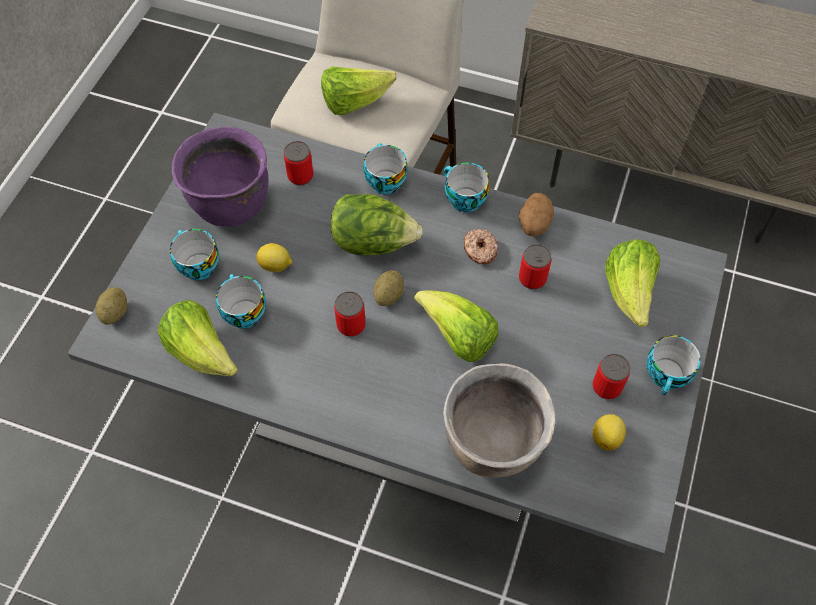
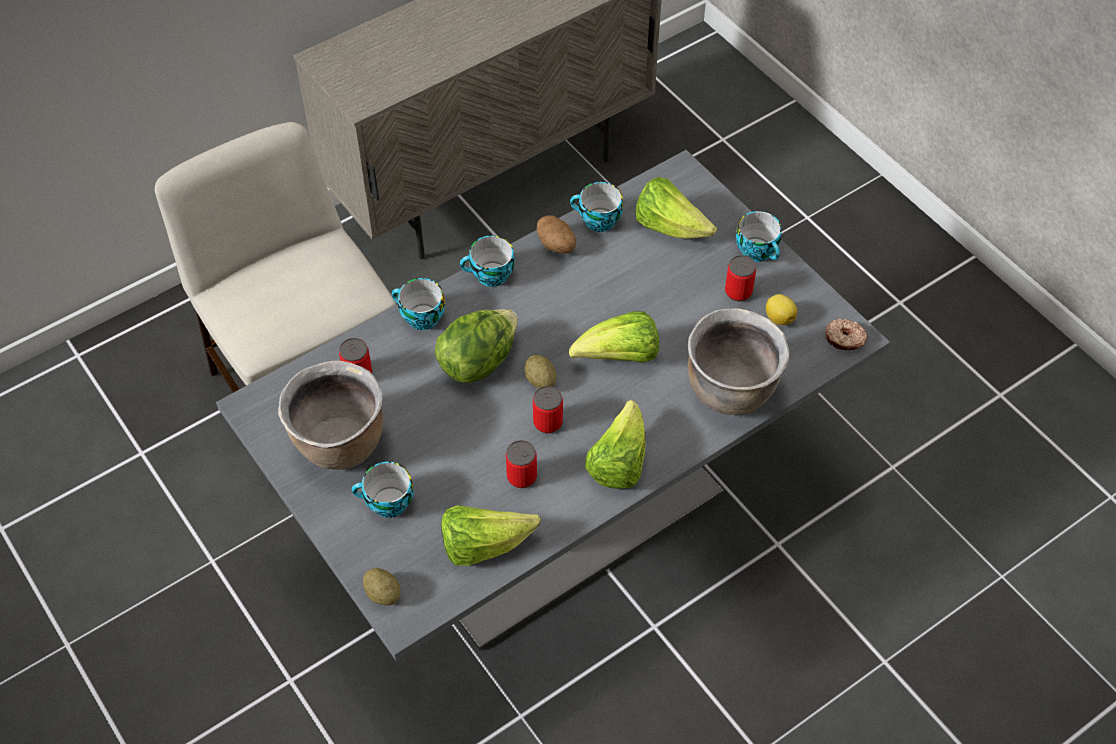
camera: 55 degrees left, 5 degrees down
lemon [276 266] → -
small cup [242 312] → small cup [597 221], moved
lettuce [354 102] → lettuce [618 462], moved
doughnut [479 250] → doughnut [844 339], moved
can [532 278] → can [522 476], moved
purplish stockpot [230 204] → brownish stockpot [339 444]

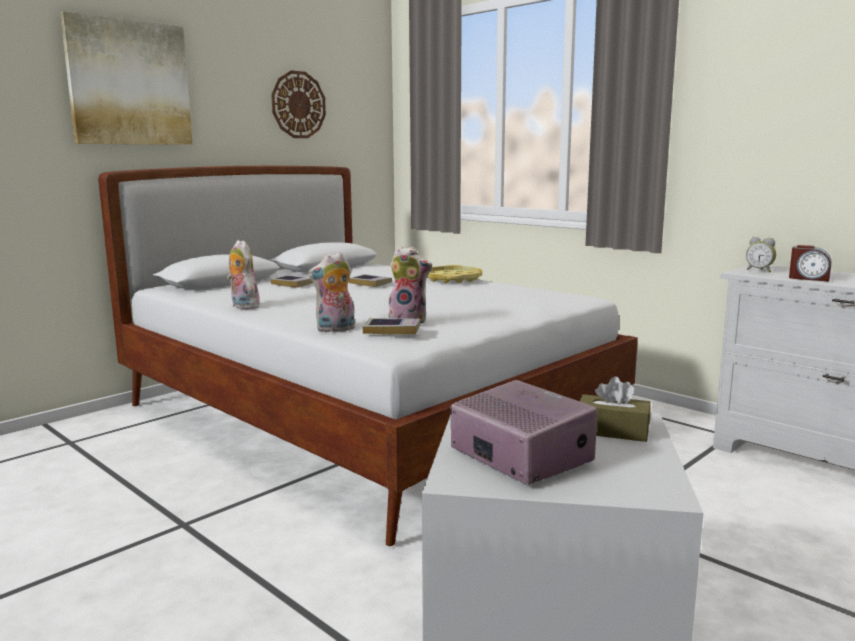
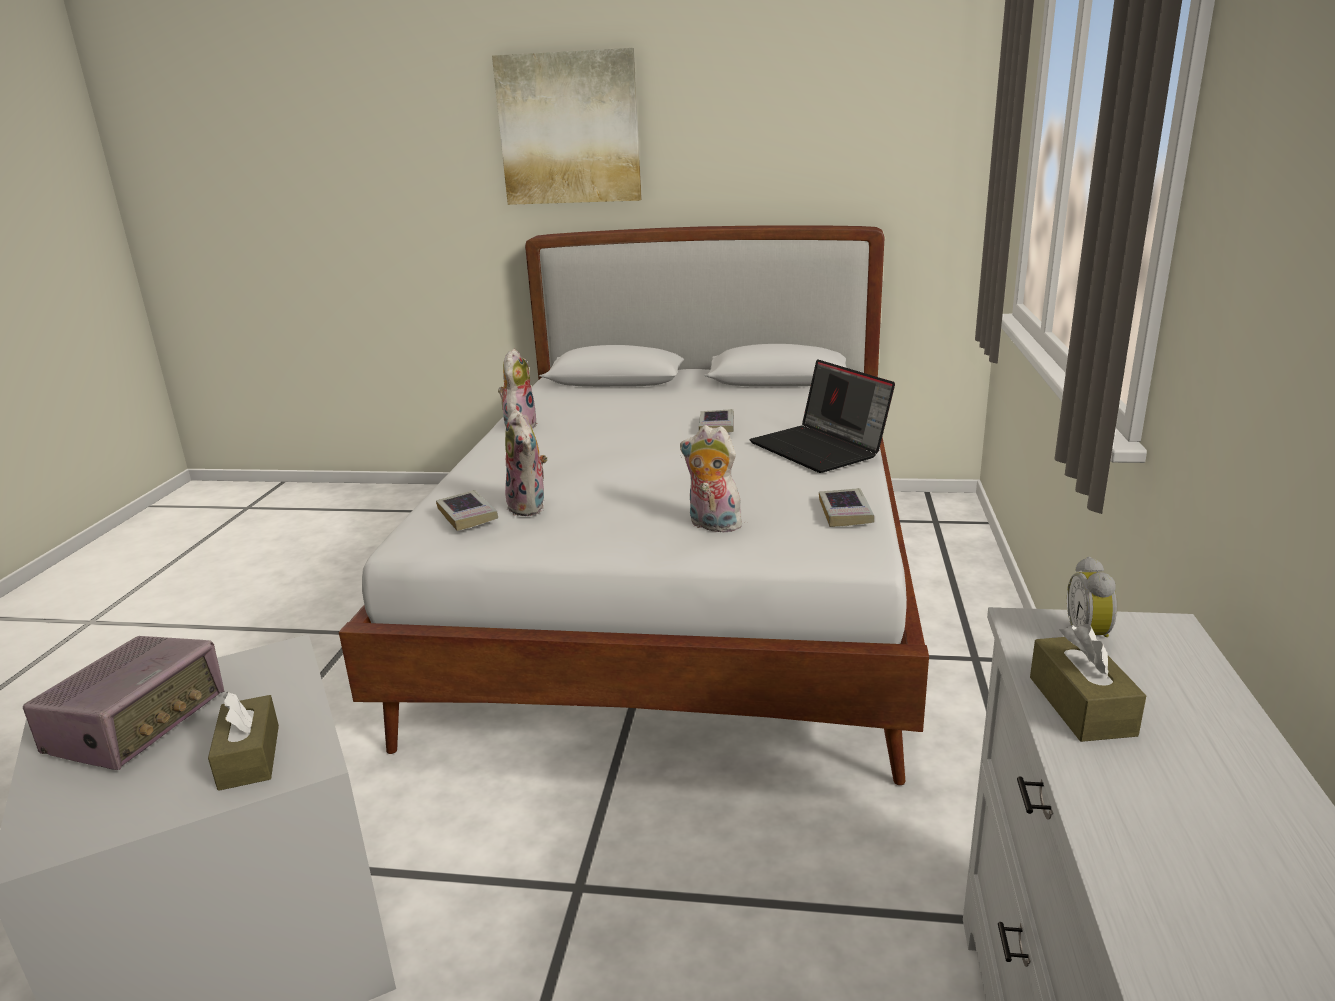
camera: 55 degrees right, 10 degrees up
clock on the wall [298 105] → -
book [293 284] → book [845 513], moved
plush toy [335 329] → plush toy [712 525], moved
yellowish serving tray [452 279] → notebook computer [821 449]
alarm clock [809 278] → brownish tissue holder [1081 706]

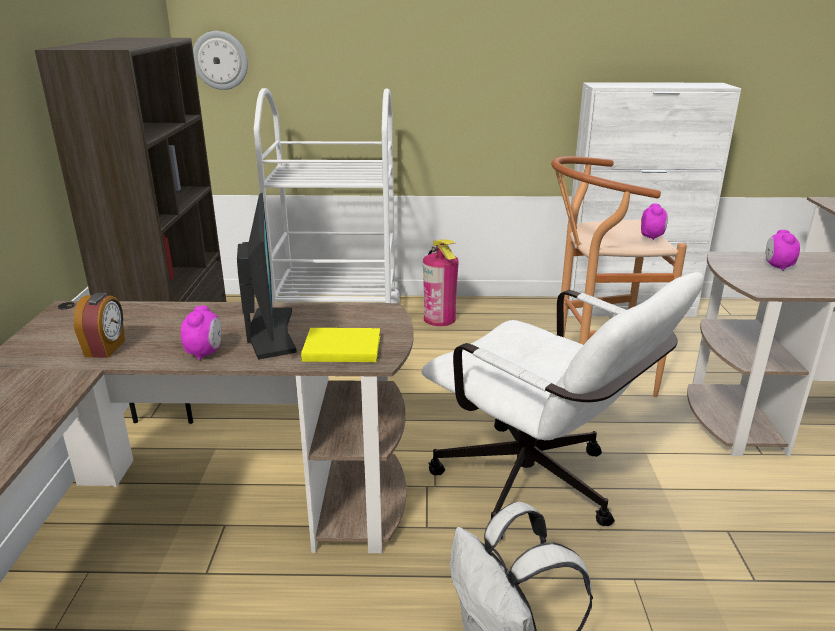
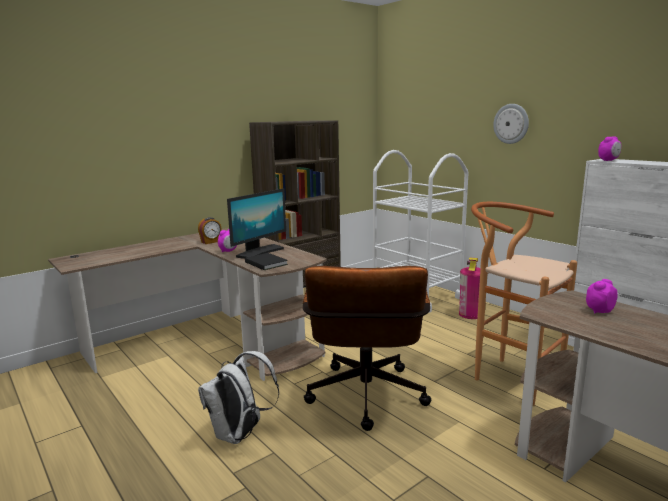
camera: 50 degrees right, 10 degrees down
clock on the wall [220 60] → clock on the wall [511 123], moved
alarm clock [652 237] → alarm clock [608 160], moved
yellowish book [340 348] → black-coloured book [266 263]
whitish office chair [539 490] → brownish office chair [365 401]

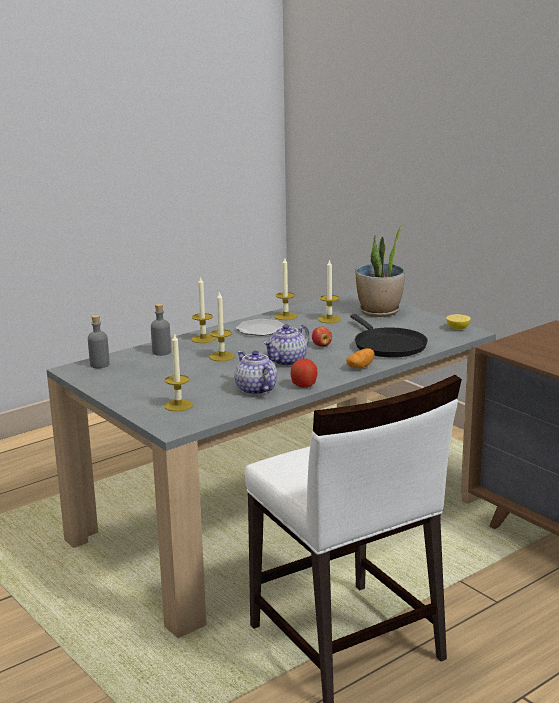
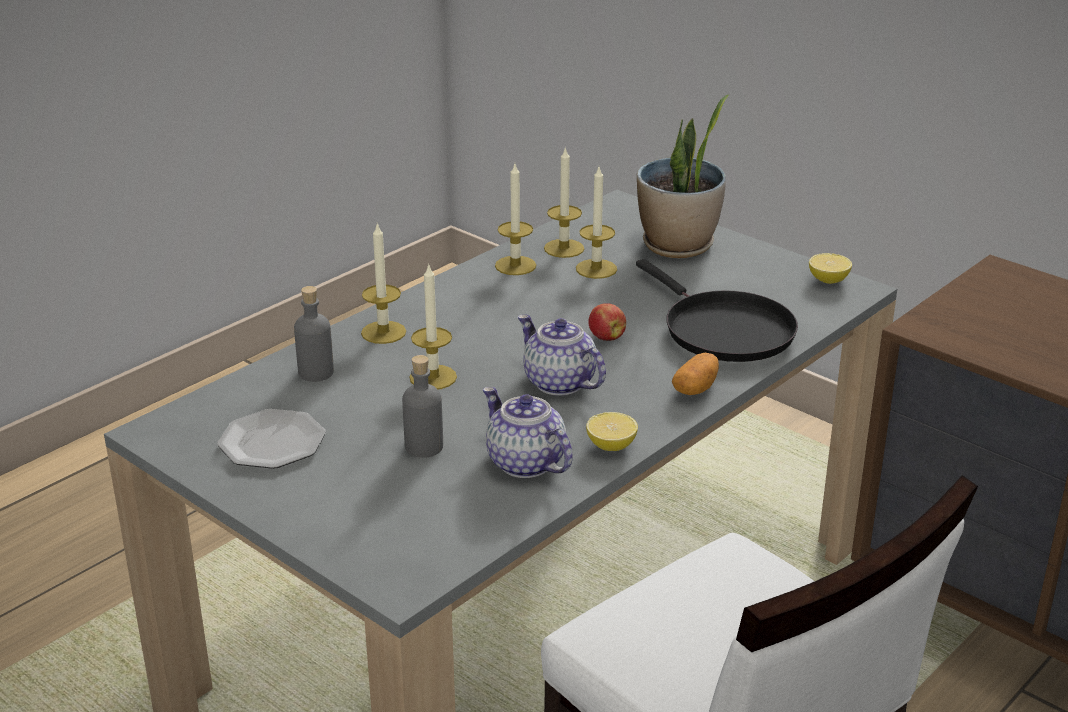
camera: 10 degrees left, 10 degrees up
gray bottle [99 365] → gray bottle [424 447], moved
wax light [178 405] → wax light [564 248], moved
dinner plate [261 330] → dinner plate [272 443], moved
apple fruit [304 386] → lemon [611 446]
tea pot [287 361] → tea pot [558 383], 105 degrees clockwise

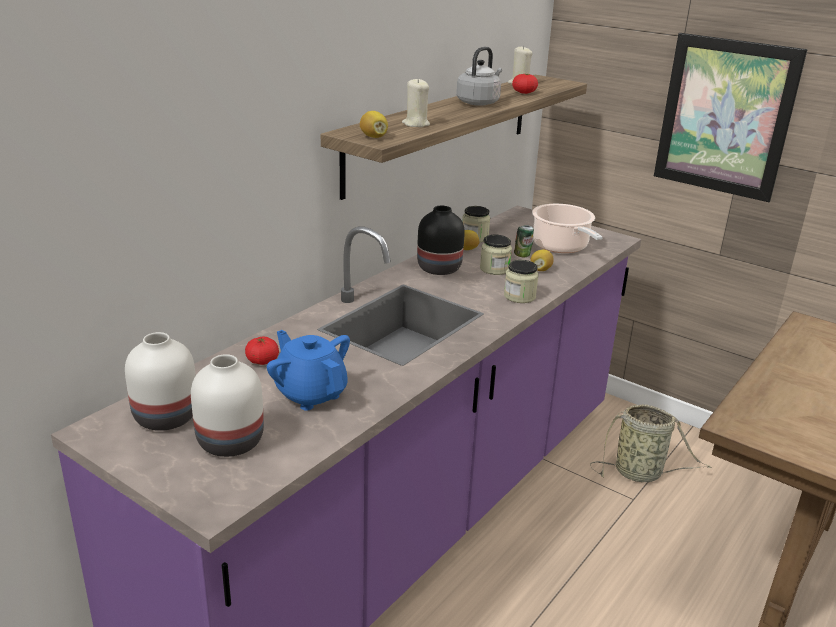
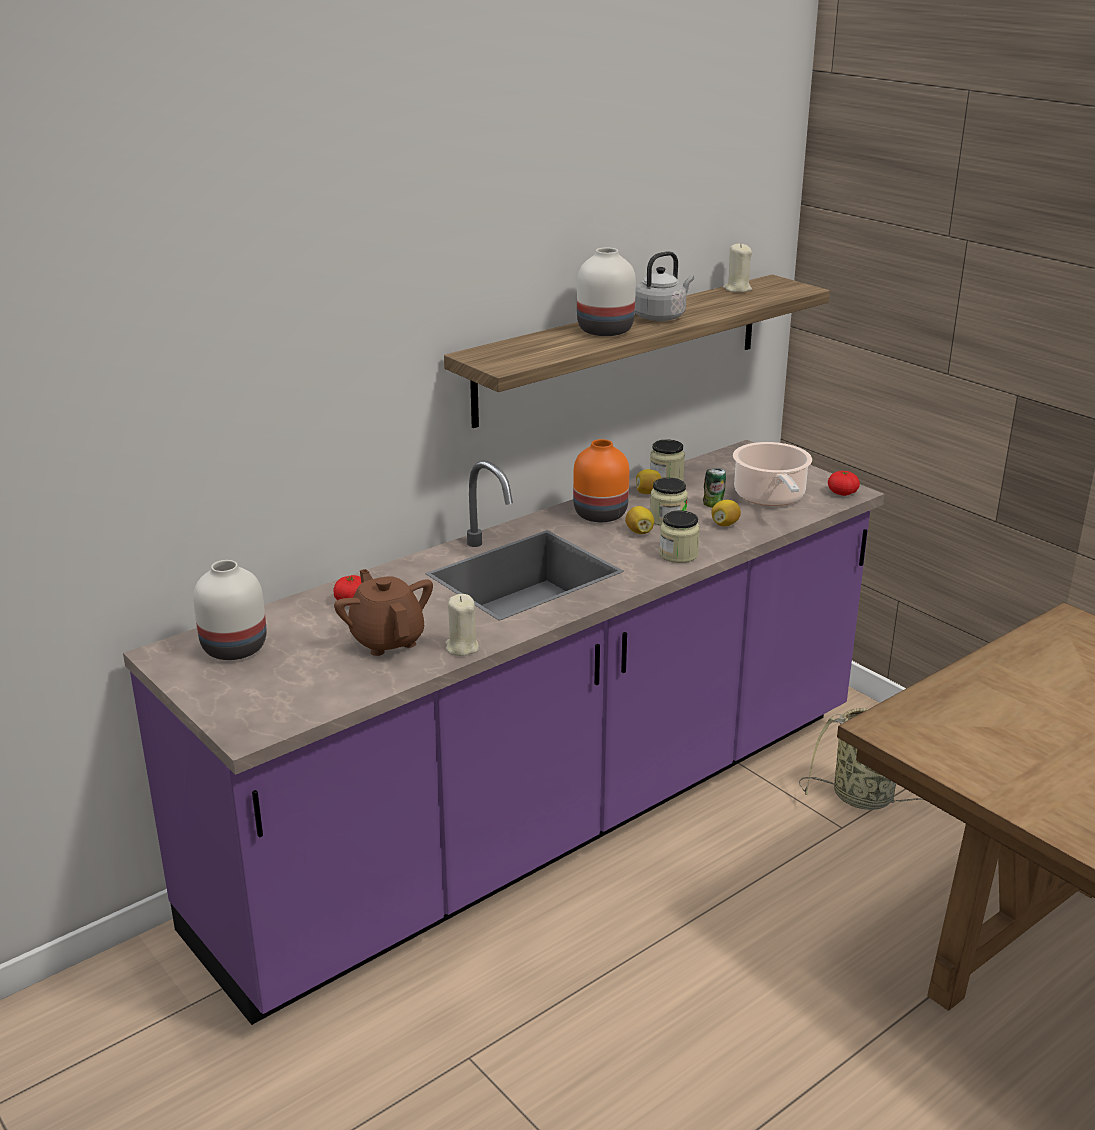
camera: 15 degrees right, 0 degrees up
picture [725 117] → -
whitish decorative vase [232 442] → whitish decorative vase [607 330], moved
lemon [374 137] → lemon [639 532], moved
sand-coloured wax light [416 124] → sand-coloured wax light [462 647], moved
whole tomato [524 93] → whole tomato [842 493], moved
blue-coloured tea pot [310 394] → brownish tea pot [387 640]
black-coloured decorative vase [439 269] → orange-coloured decorative vase [600 515]

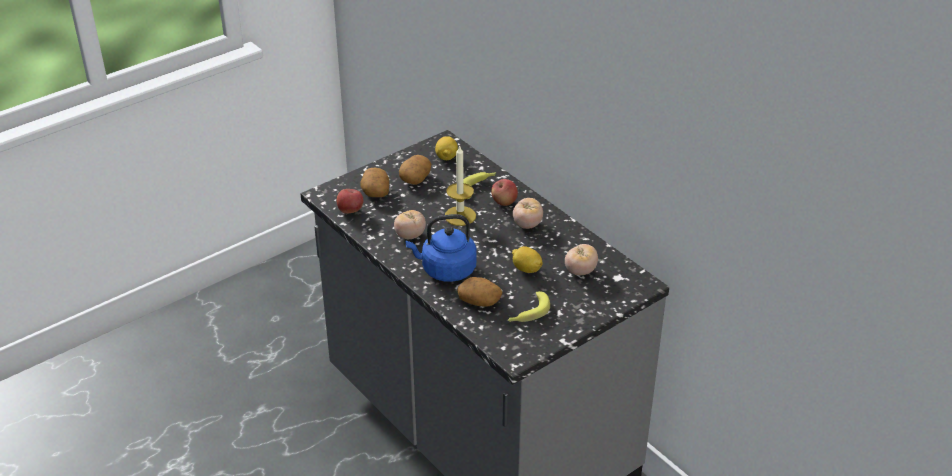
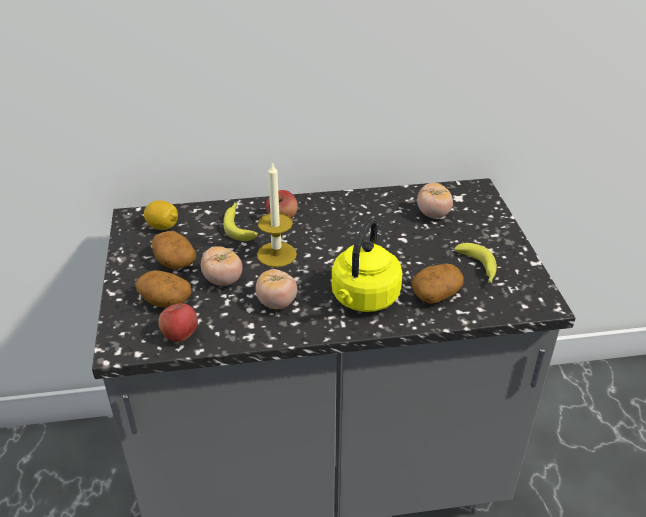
camera: 60 degrees left, 0 degrees up
lemon [526 269] → -
whole tomato [527 224] → whole tomato [223 280], moved
blue-coloured tea kettle [445 270] → yellowish tea kettle [363 299]

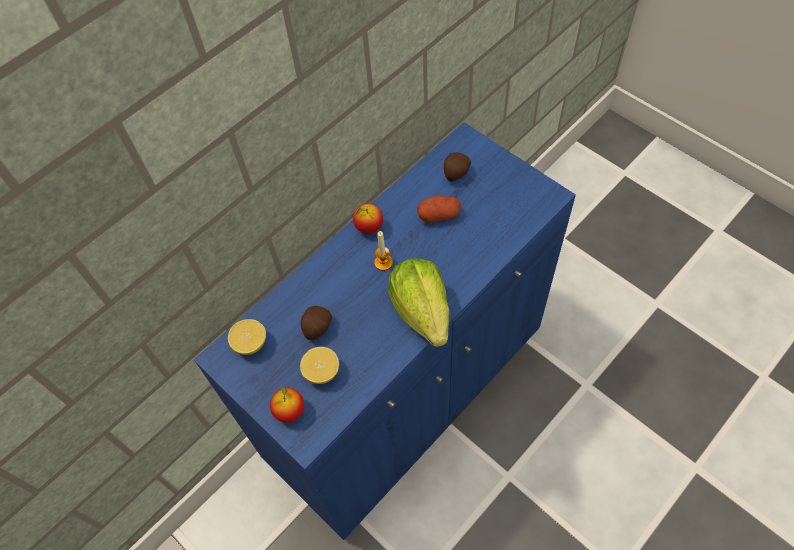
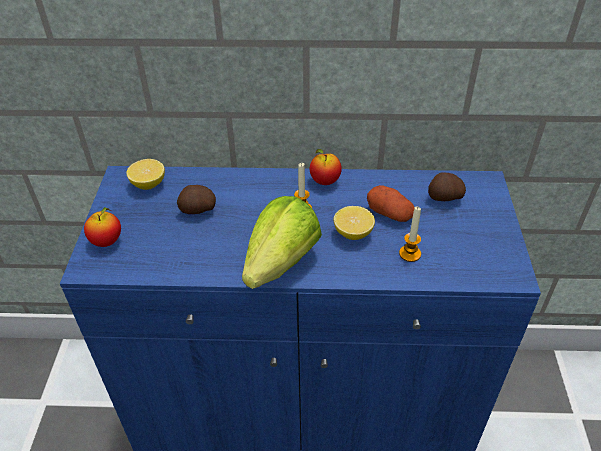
camera: 45 degrees right, 15 degrees down
- → wax light [410 254]
lemon [322 371] → lemon [353 233], moved

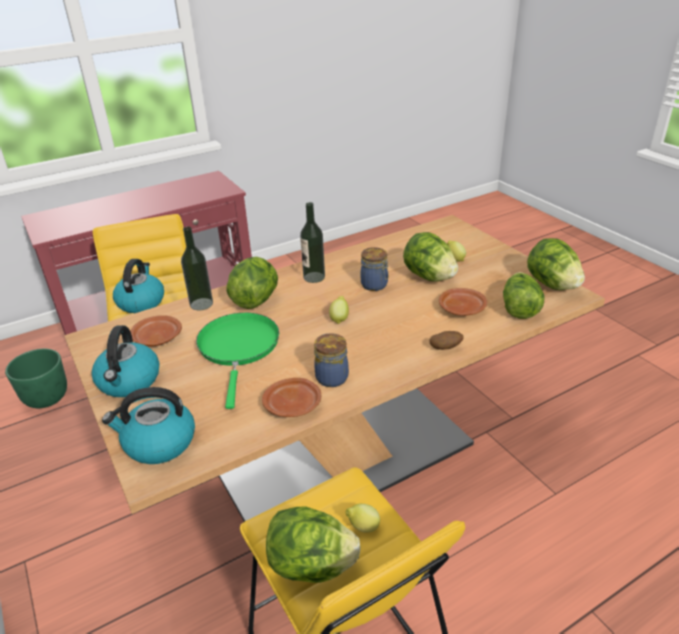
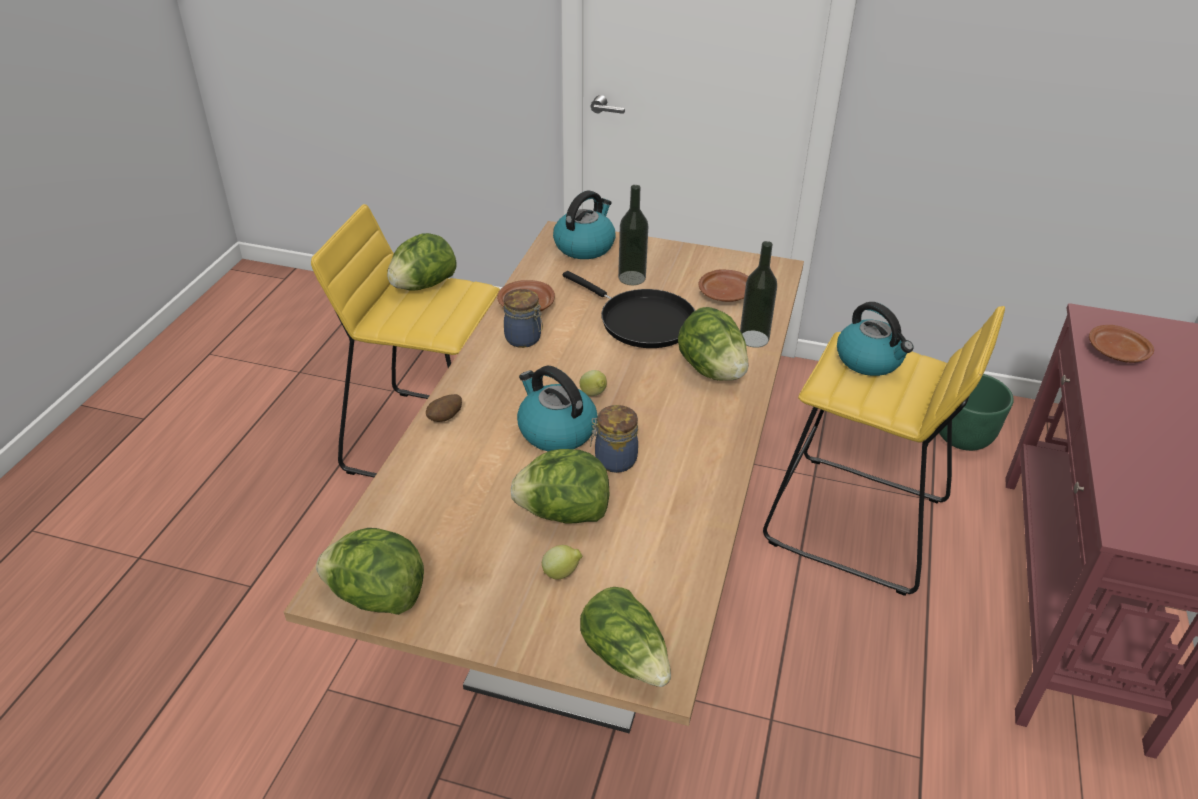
camera: 135 degrees right, 5 degrees up
lemon [363 527] → -
tea kettle [129 381] → tea kettle [555 430], moved
bottle [314 277] → bottle [632 278], moved
brownish dinner plate [462 309] → brownish dinner plate [1117 353], moved
lettuce [519 307] → lettuce [626 656], moved
green-coloured skillet [239 348] → black-coloured skillet [641 321]

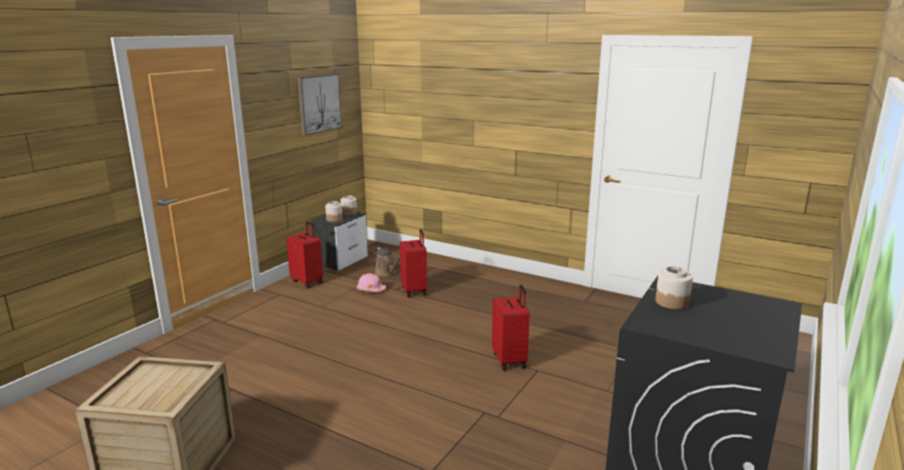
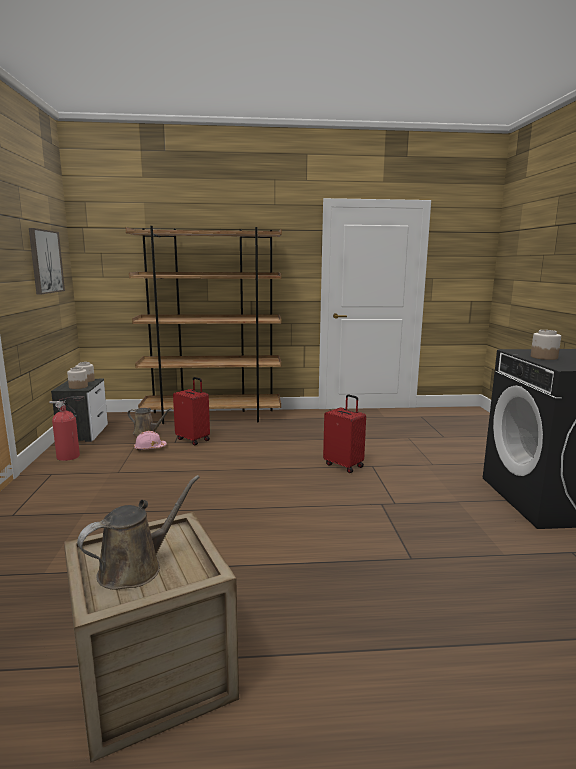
camera: 35 degrees left, 5 degrees down
- → brownish watering pot [136 568]
- → brownish bookshelf [212 417]
red suitcase [308 282] → fire extinguisher [70 456]

